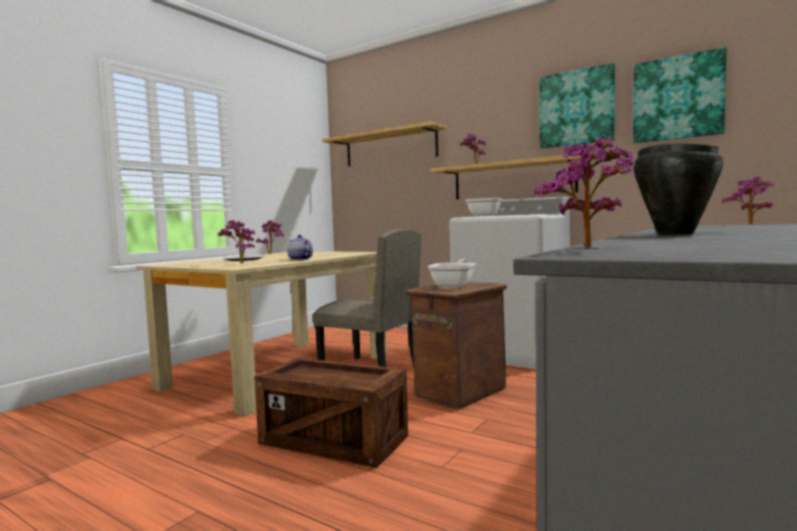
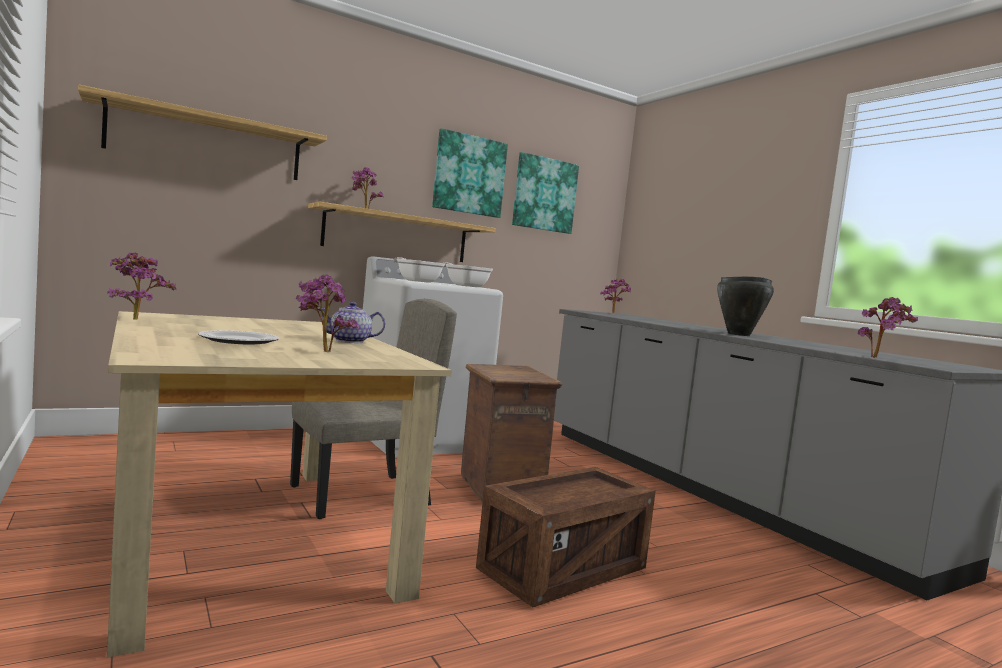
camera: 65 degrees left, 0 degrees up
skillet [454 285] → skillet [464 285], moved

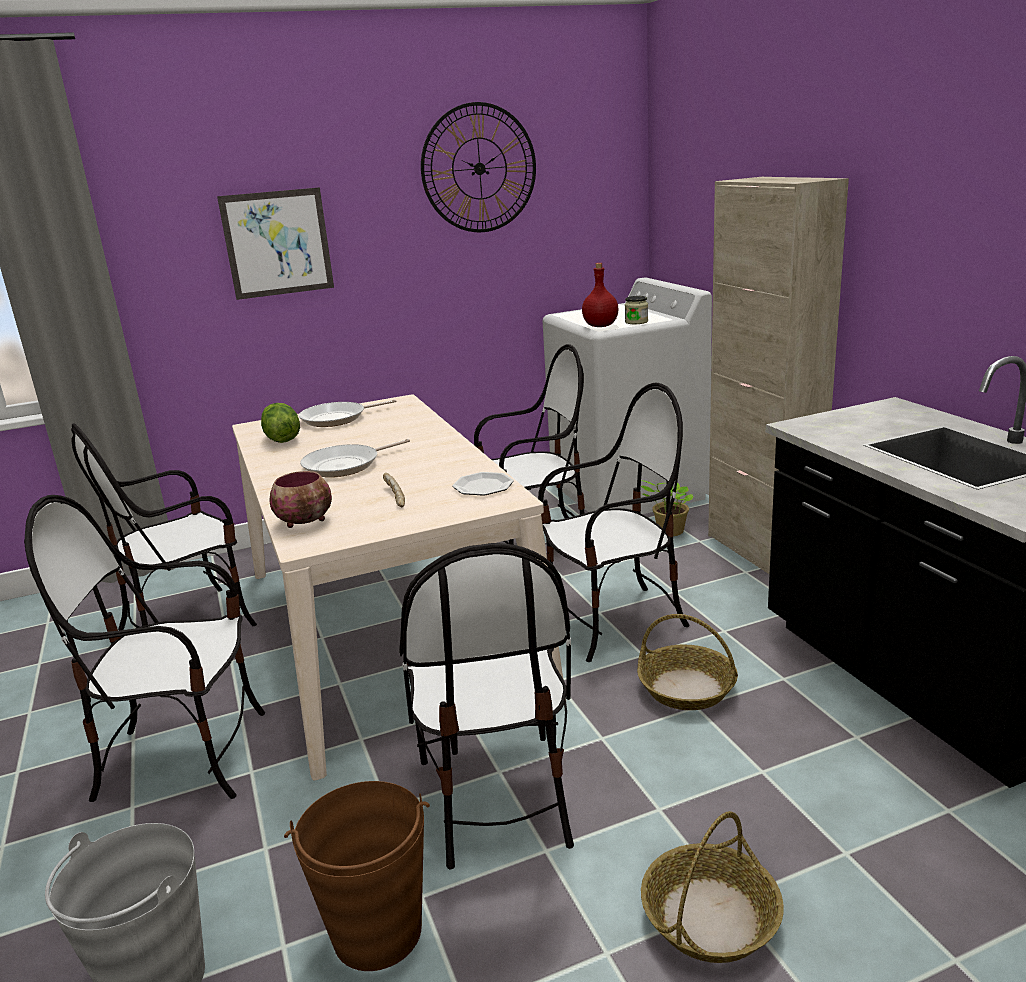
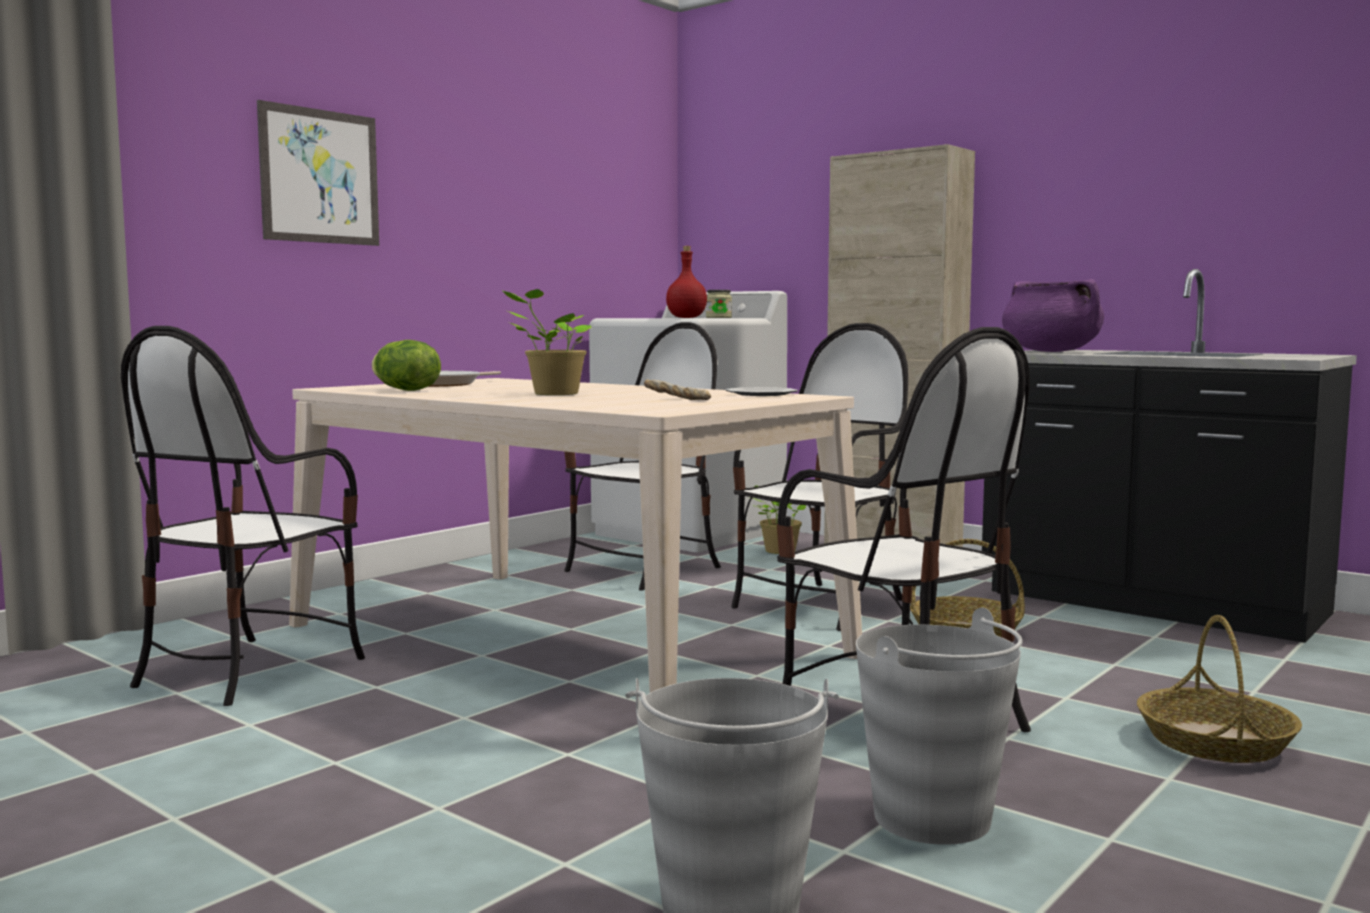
camera: 30 degrees left, 15 degrees down
chair [185 757] → -
bowl [306 522] → -
clock on the wall [479 168] → -
- → purplish stockpot [1052 351]
skillet [346 465] → houseplant [552 394]
brownish bucket [377 933] → gray bucket [932 818]

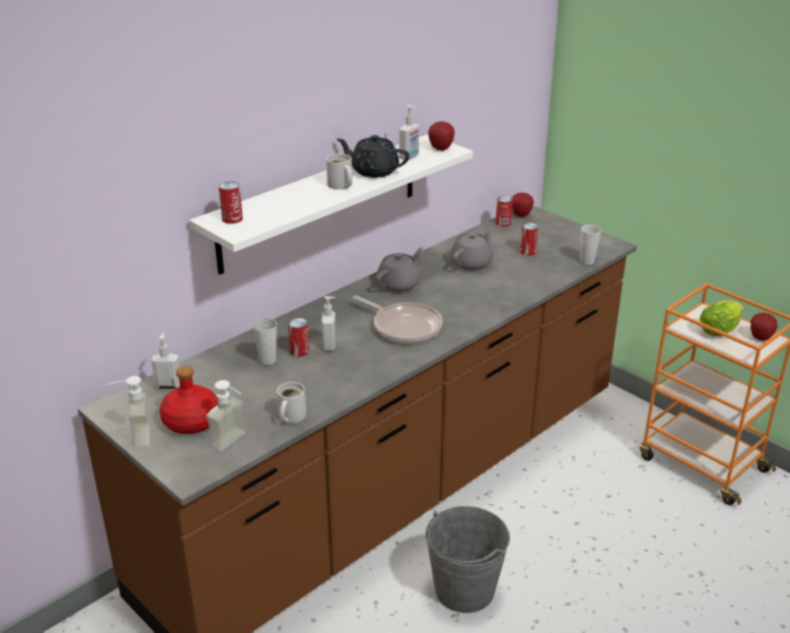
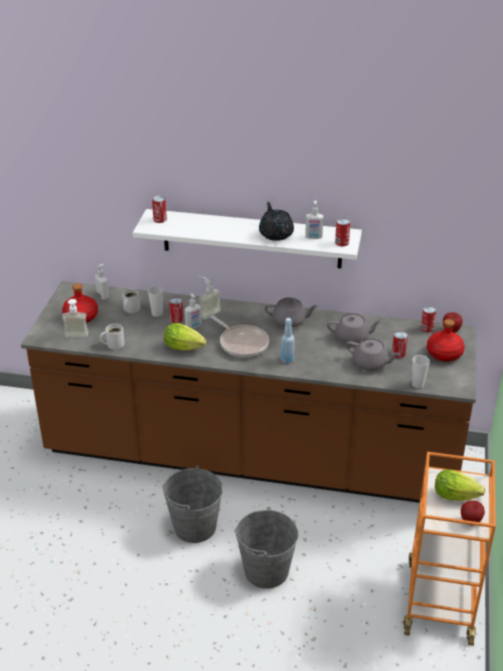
camera: 55 degrees right, 5 degrees up
- → lettuce [186 348]
- → gray bucket [266 570]
- → blue-coloured bottle [287 360]
- → gray tea pot [370 363]
- → red bottle [444 353]
liquid soap bottle [134 436] → liquid soap bottle [206 312], moved
whitish mug [340 185] → whitish mug [130 309], moved
apple fruit [440 149] → can [342 242]
skillet [404 327] → skillet [242 343], 45 degrees counterclockwise

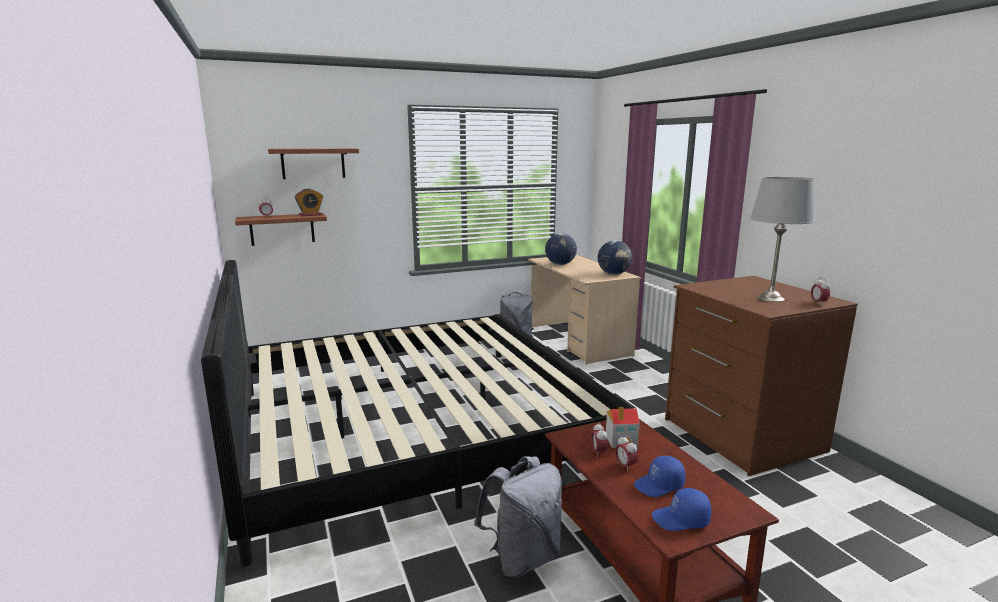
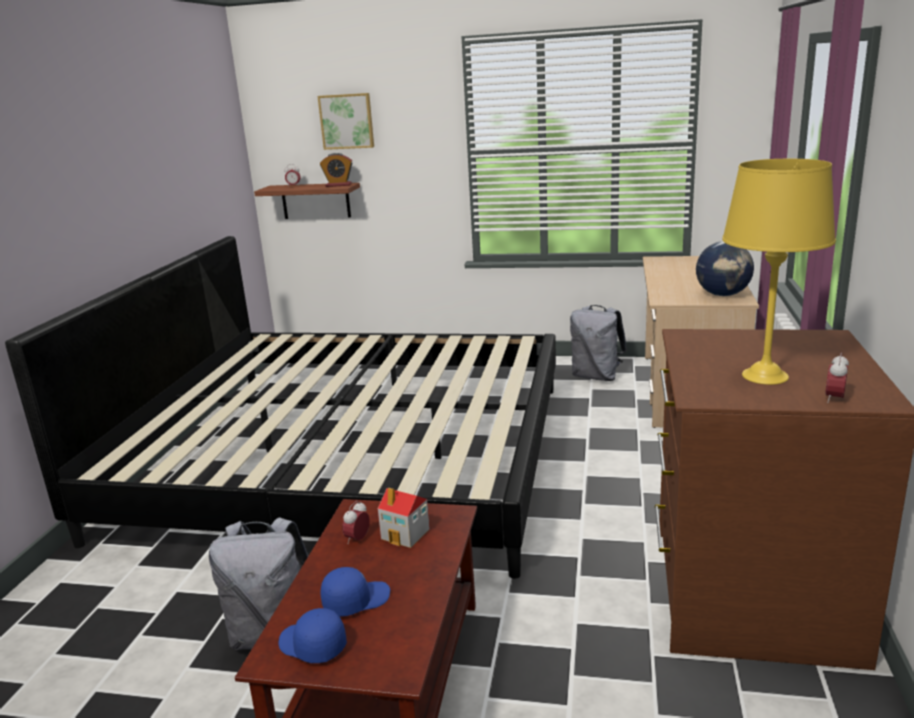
camera: 35 degrees right, 5 degrees up
globe [560 264] → -
alarm clock [625 466] → -
wall shelf [313 163] → picture [347 121]
gray table lamp [771 298] → yellowish table lamp [765 376]
blue-coloured peaked cap [659 485] → blue-coloured peaked cap [356 600], 135 degrees clockwise

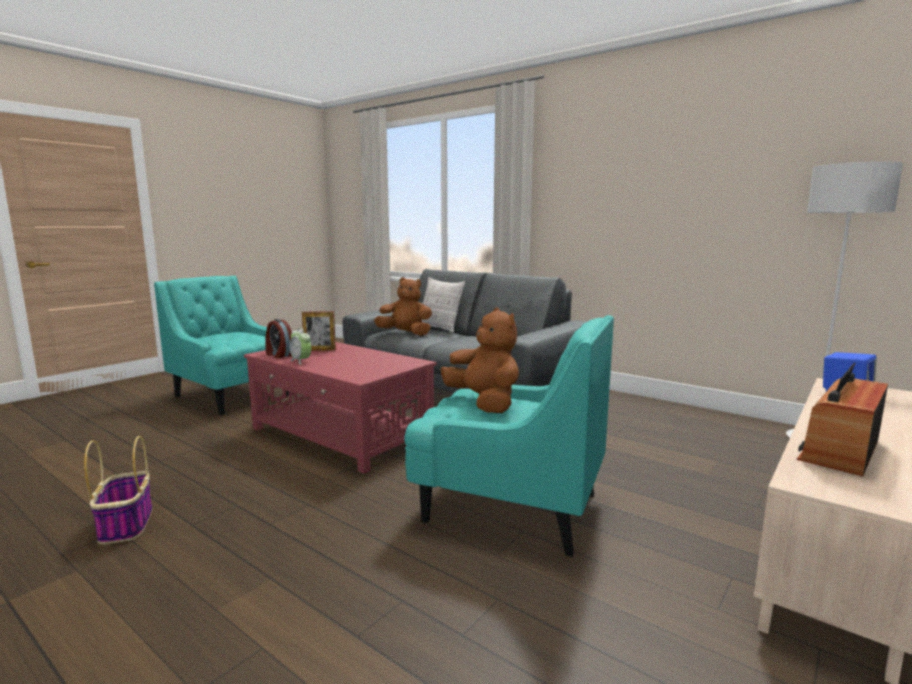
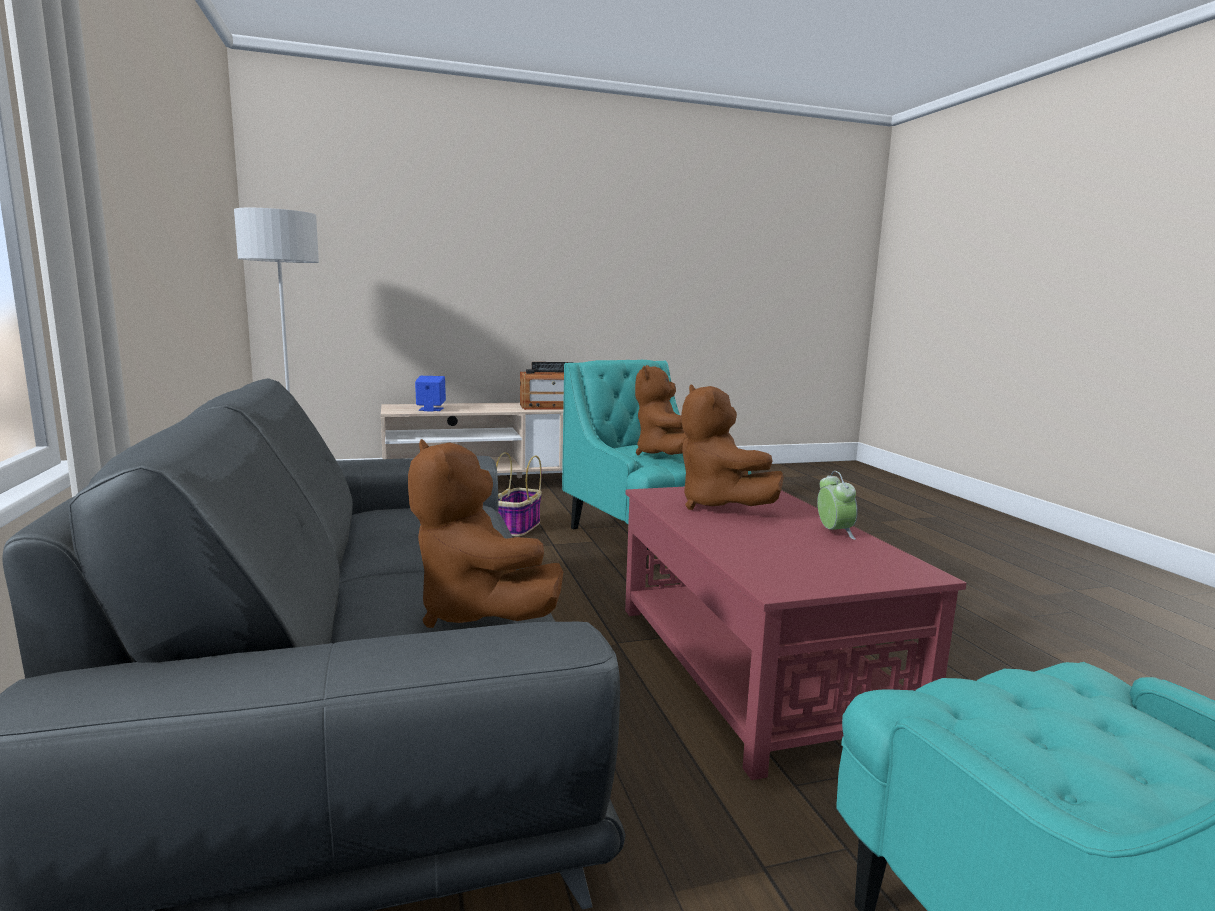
camera: 145 degrees left, 0 degrees up
alarm clock [278 355] → -
picture frame [320 350] → -
cushion [439 329] → -
- → brownish plush toy [718 505]
storage basket [126 524] → storage basket [517 528], moved

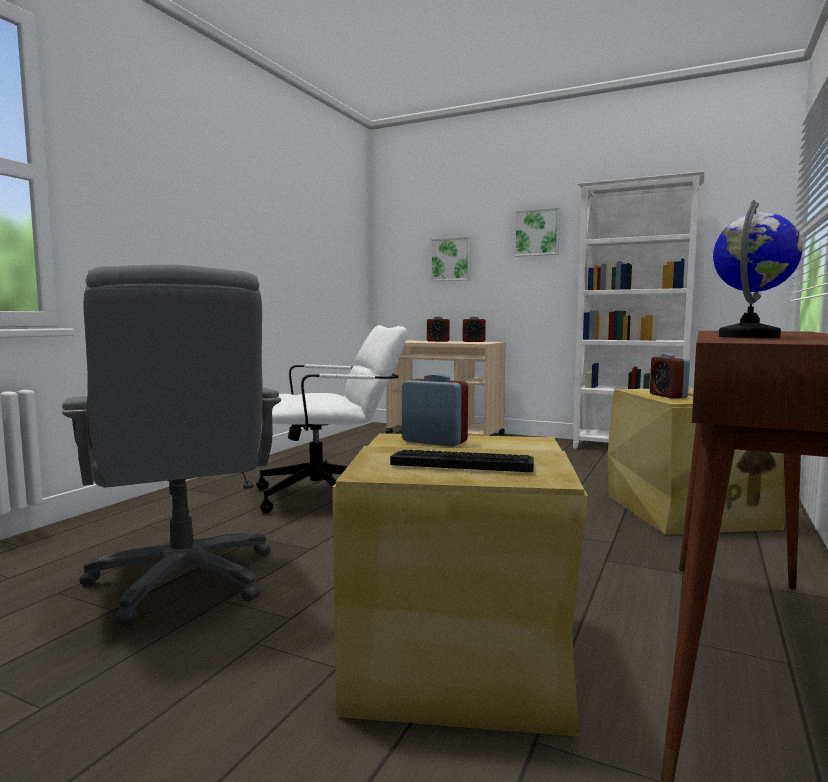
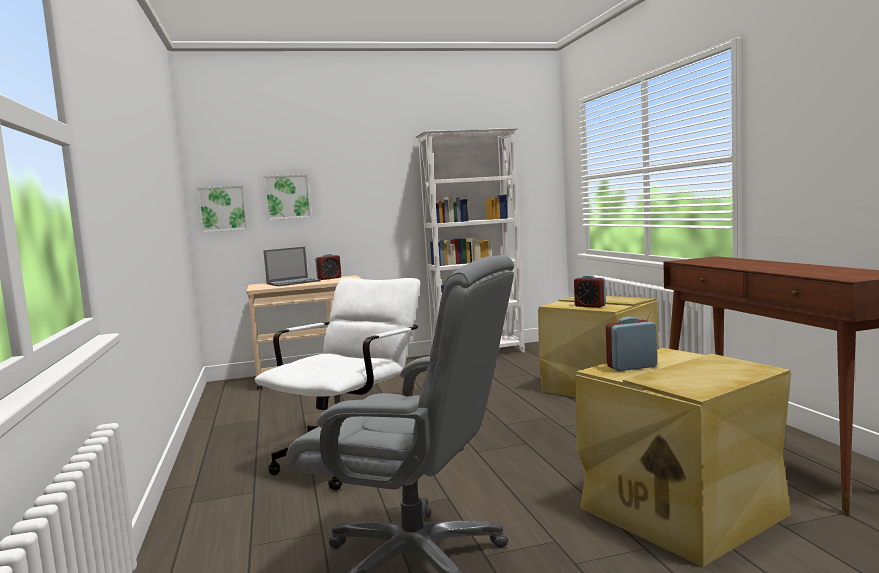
camera: 40 degrees left, 0 degrees up
PC keyboard [462 462] → -
globe [749 337] → -
picture [537 233] → picture [223 208], moved
alarm clock [438 341] → notebook computer [294 282]

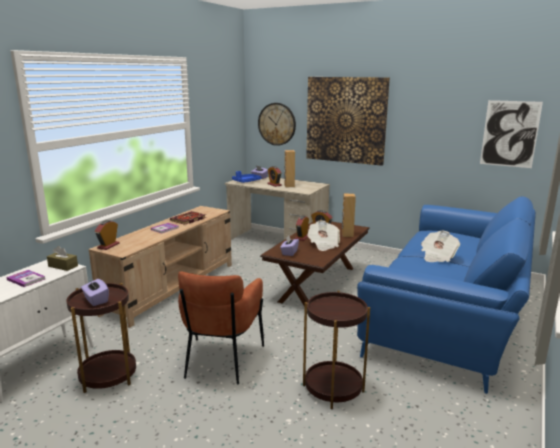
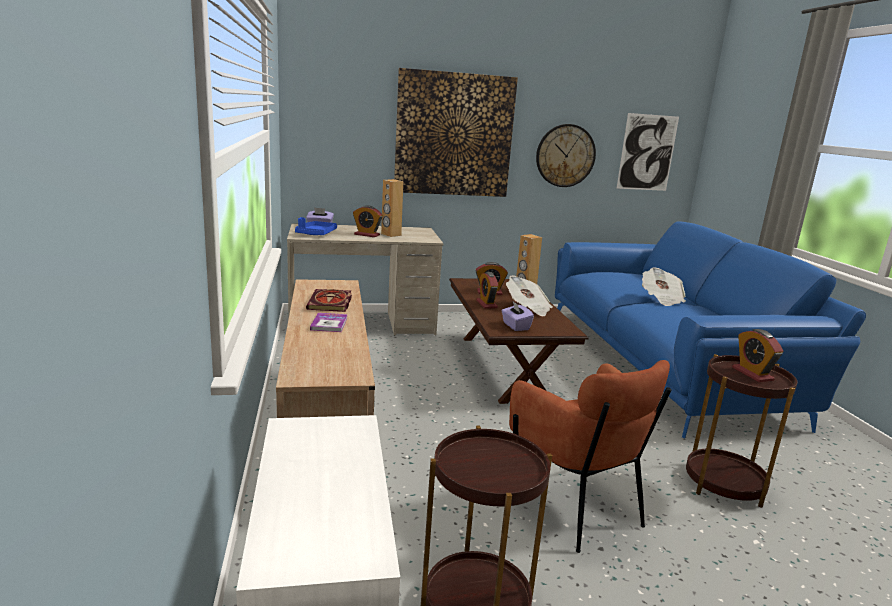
camera: 40 degrees left, 0 degrees up
book [26 279] → -
brownish tissue holder [63 266] → -
purplish tissue holder [96 300] → -
alarm clock [108 246] → alarm clock [752 374], moved
clock on the wall [277 124] → clock on the wall [565 155], moved

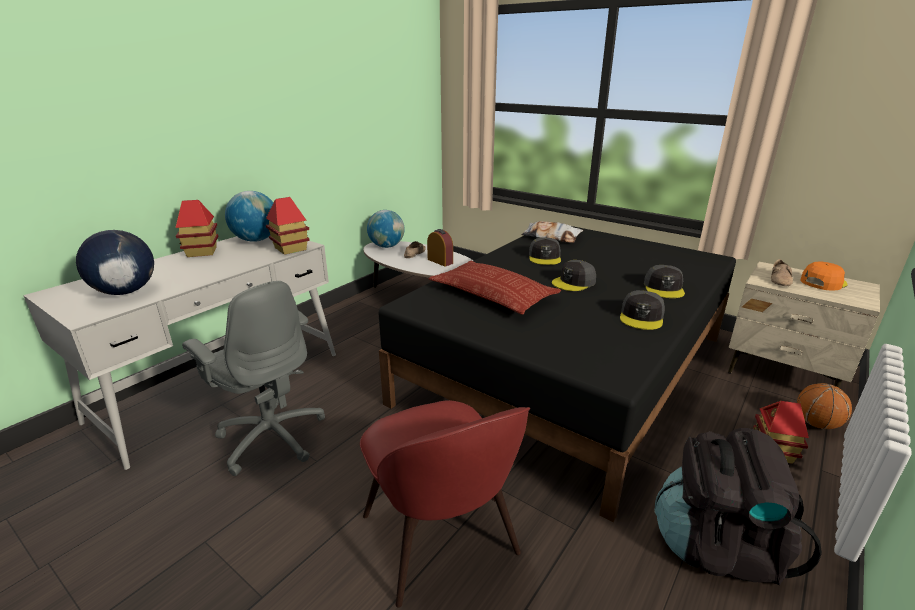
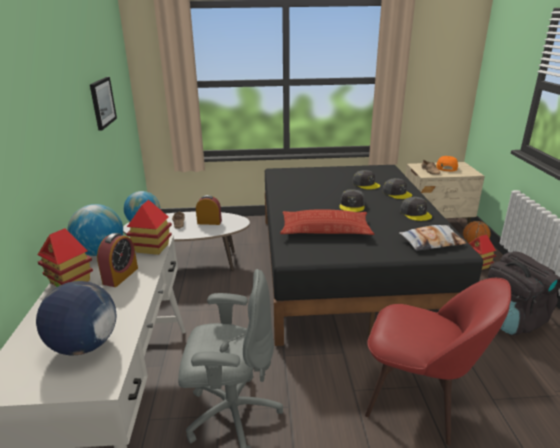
camera: 40 degrees left, 0 degrees up
- → picture [102 102]
- → alarm clock [120 276]
cushion [551 237] → cushion [431 242], moved
gray peaked cap [545 257] → gray peaked cap [365 184], moved

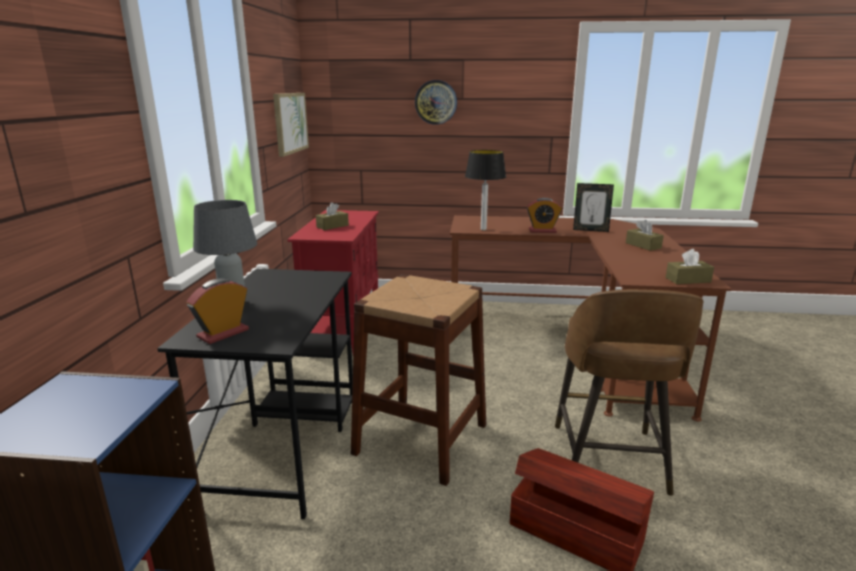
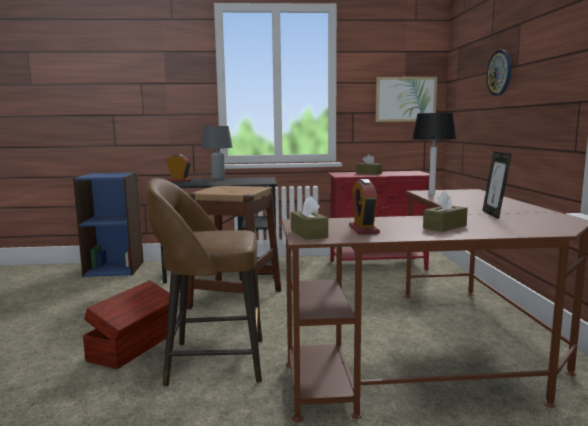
camera: 80 degrees right, 10 degrees down
alarm clock [542 231] → alarm clock [363 229], moved

